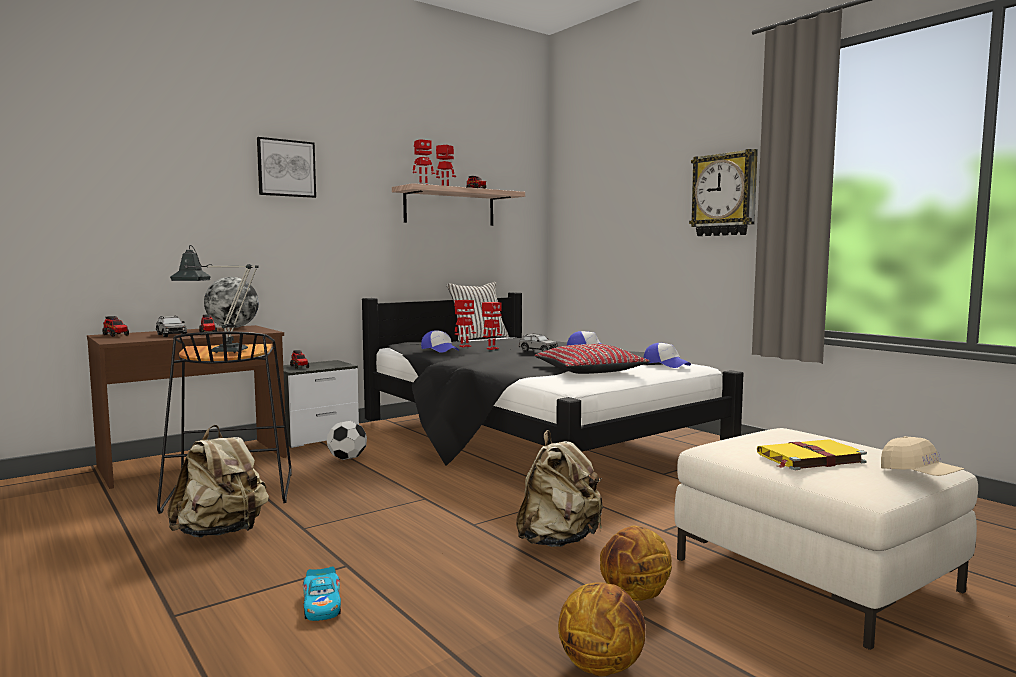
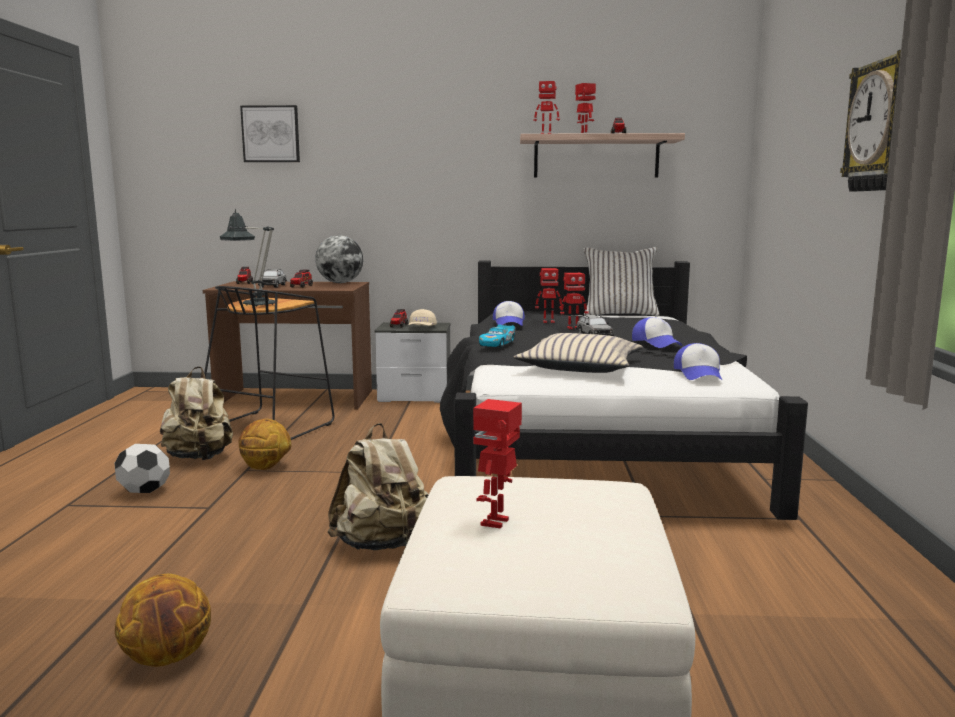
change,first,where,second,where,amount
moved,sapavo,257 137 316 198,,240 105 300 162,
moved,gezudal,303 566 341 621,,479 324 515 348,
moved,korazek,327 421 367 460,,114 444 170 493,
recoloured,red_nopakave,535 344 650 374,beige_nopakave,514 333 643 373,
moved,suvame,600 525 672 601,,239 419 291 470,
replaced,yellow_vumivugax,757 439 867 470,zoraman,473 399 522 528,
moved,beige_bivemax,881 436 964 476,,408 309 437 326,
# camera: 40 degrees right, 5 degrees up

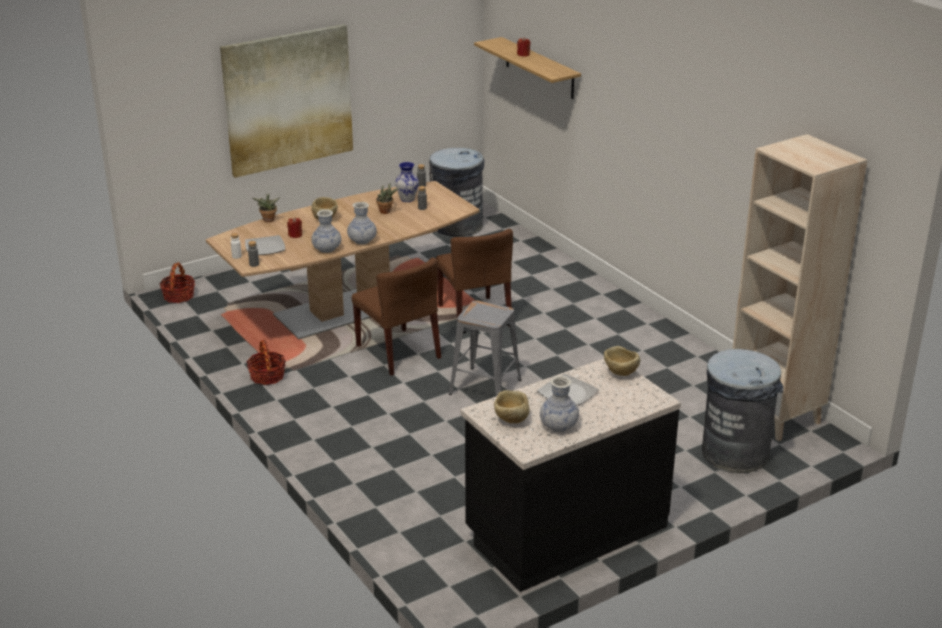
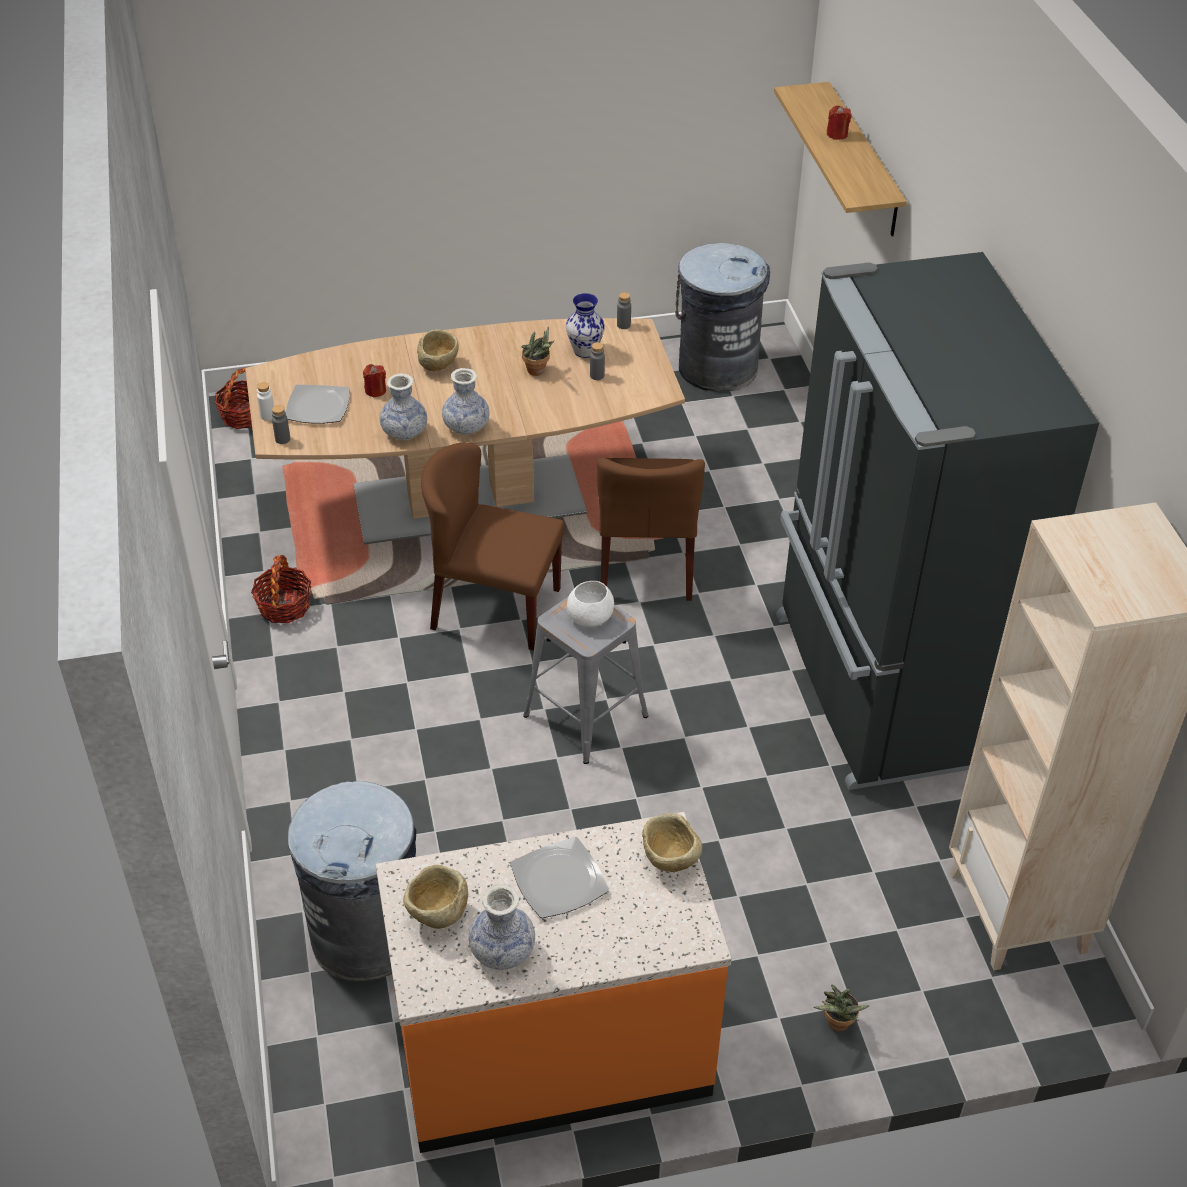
change,first,where,second,where,amount
removed,sapavo,220 24 353 178,,,
moved,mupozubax,253 193 280 223,,813 985 870 1032,
turned,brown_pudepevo,352 257 441 376,,421 443 564 650,120 degrees clockwise
recoloured,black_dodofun,461 358 681 592,orange_dodofun,376 812 732 1153,
moved,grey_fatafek,702 349 783 473,,288 781 417 982,
added,,,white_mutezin,567 581 614 627,
added,,,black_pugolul,776 252 1099 790,
# camera: 20 degrees right, 15 degrees up

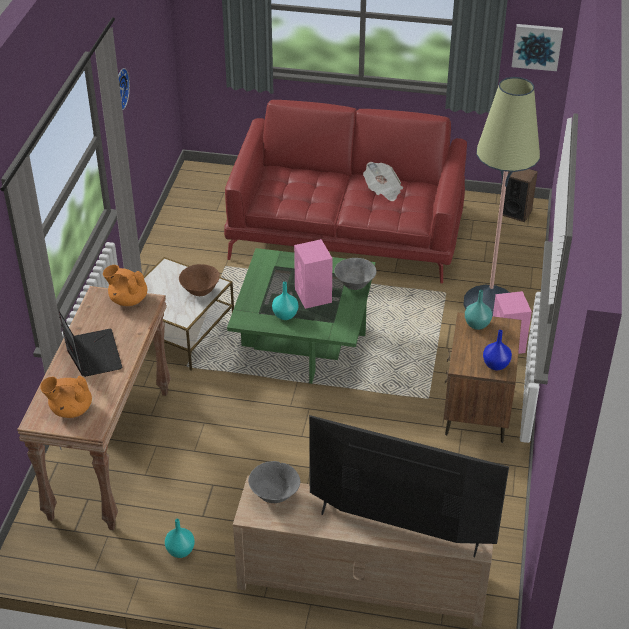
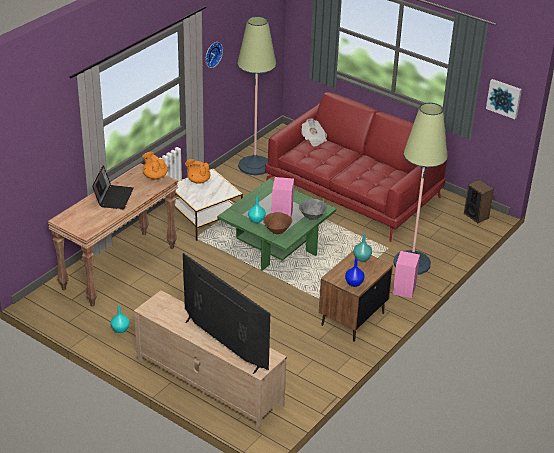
change,first,where,second,where,amount
moved,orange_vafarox,40 376 92 418,,185 159 210 184,
moved,brown_mutezin,179 264 220 296,,263 212 292 234,
removed,grey_mutezin,248 461 300 503,,,
moved,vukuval,363 162 403 201,,301 119 327 147,
added,,,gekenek,237 16 276 175,
# camera: 25 degrees right, 5 degrees down

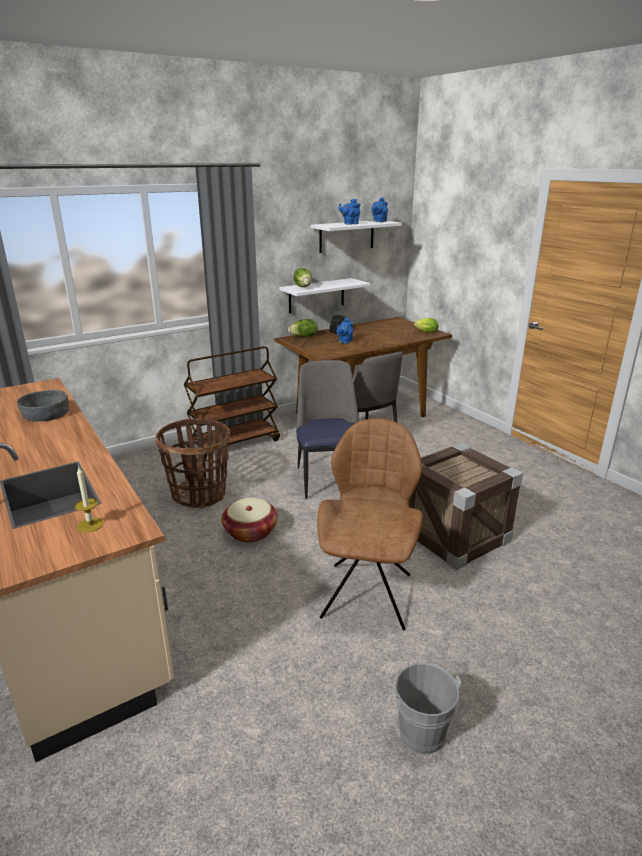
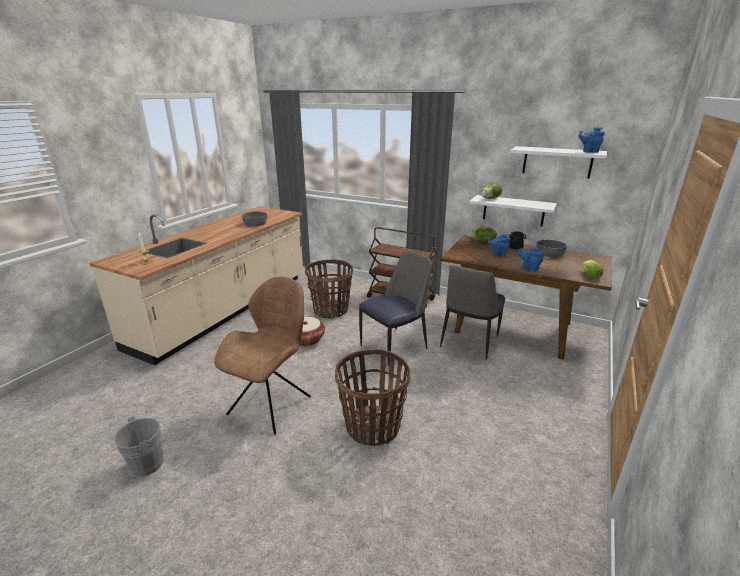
change,first,where,second,where,amount
turned,brown_pudepevo,317 418 423 630,,214 277 311 434,45 degrees counterclockwise
moved,blue_vafarox,339 199 360 225,,517 247 543 271,
replaced,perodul,409 442 523 570,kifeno,335 349 411 446,
added,,,grey_mutezin,536 240 567 257,
# camera: 60 degrees right, 0 degrees up

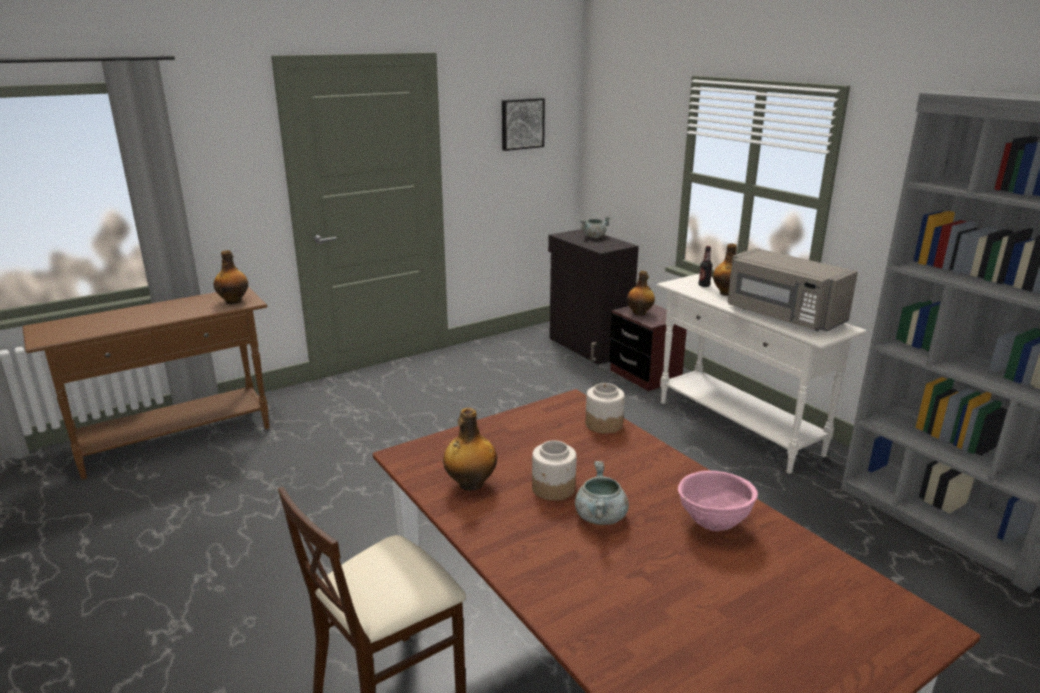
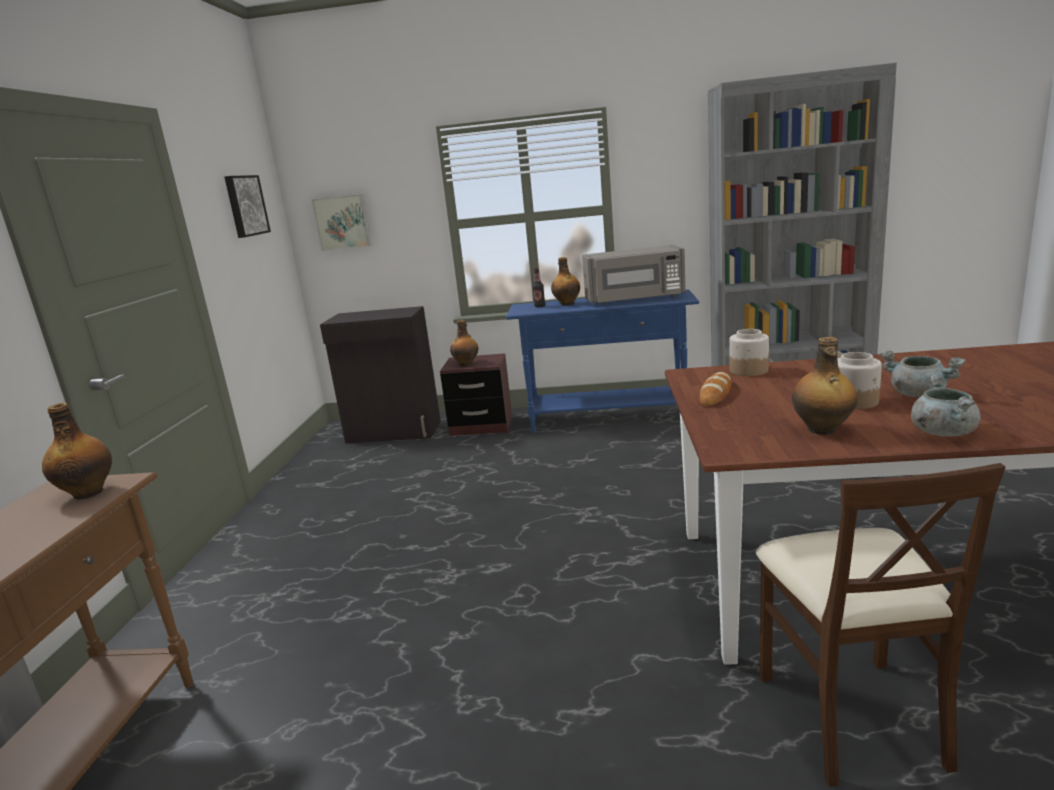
change,first,where,second,where,amount
moved,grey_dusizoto,580 216 611 238,,911 375 981 436,
recoloured,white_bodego,657 273 867 474,blue_bodego,506 290 699 433,
removed,pink_mutezin,678 471 758 531,,,
added,,,sapavo,311 194 372 251,
added,,,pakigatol,700 372 731 406,
# camera: 50 degrees left, 5 degrees down

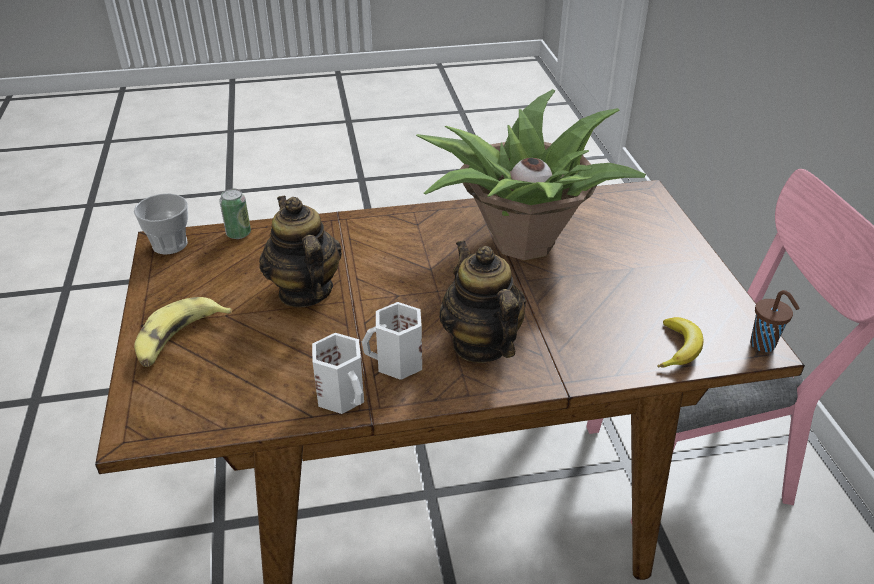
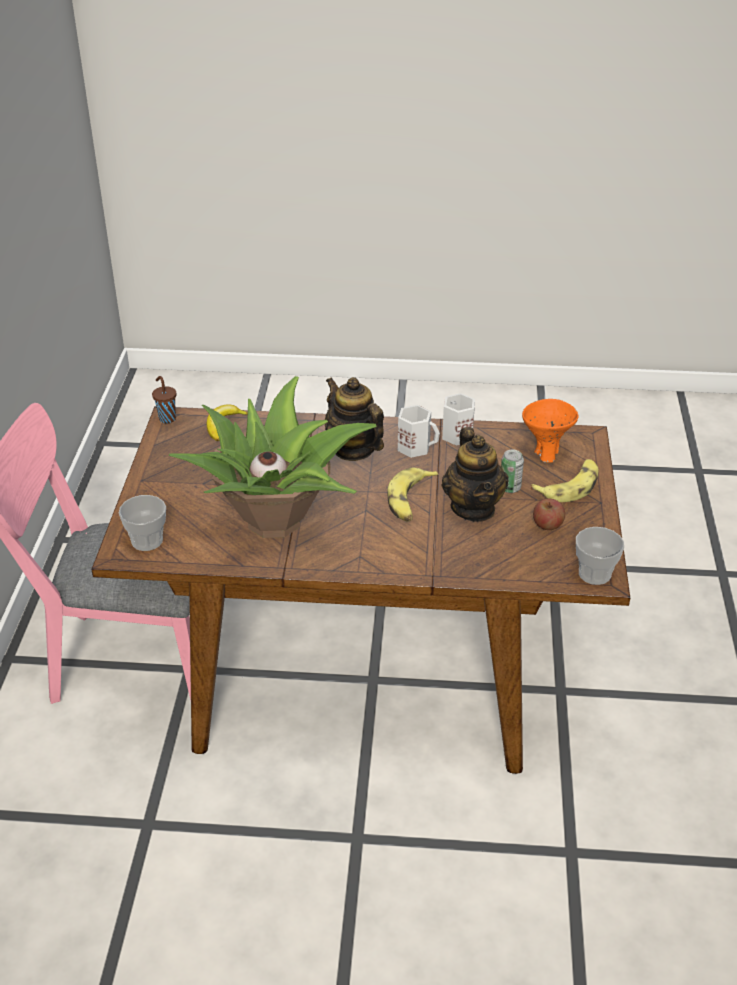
change,first,where,second,where,amount
moved,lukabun,220 189 251 239,,501 449 524 493,
turned,vafarox,439 240 526 363,,325 377 384 461,150 degrees clockwise
added,,,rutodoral,119 495 166 551,
added,,,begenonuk,387 468 439 521,
added,,,orange_mutezin,522 399 578 463,
added,,,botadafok,533 499 565 530,
# camera: 165 degrees left, 0 degrees up

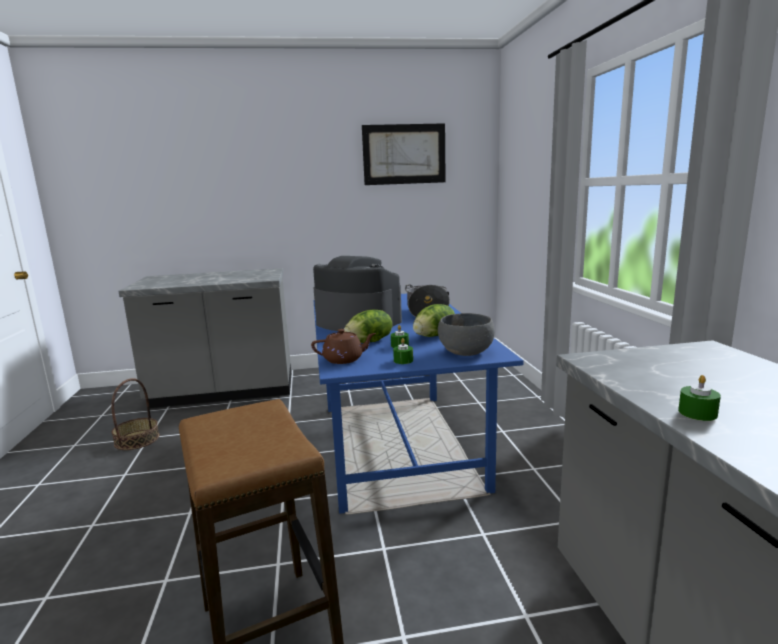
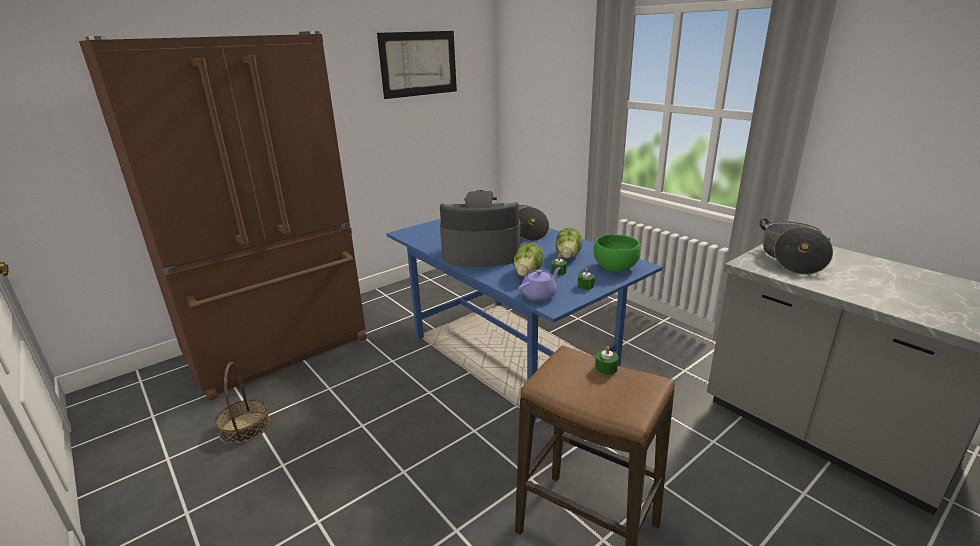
change,first,where,second,where,amount
replaced,grey_dodofun,118 268 291 408,brown_pugolul,79 31 367 401,
recoloured,brown_vafarox,311 329 376 364,purple_vafarox,518 267 561 301,
recoloured,grey_mutezin,438 313 495 356,green_mutezin,593 235 641 272,
moved,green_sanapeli,678 375 721 421,,595 346 619 375,
added,,,dusizoto,760 218 833 275,
# camera: 30 degrees left, 10 degrees up

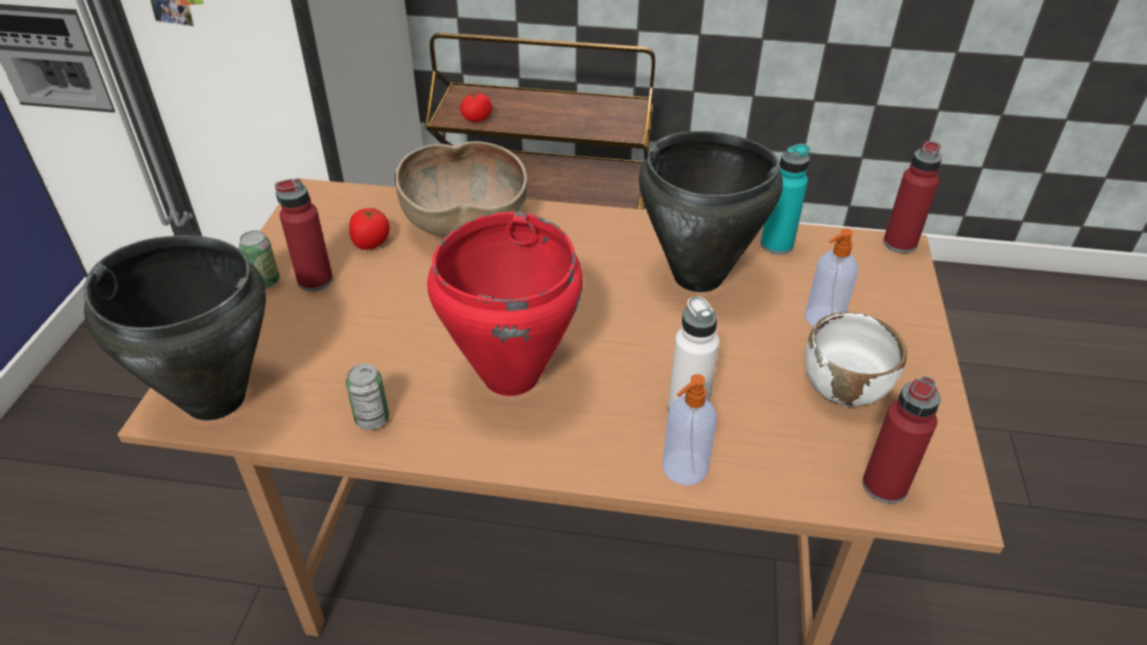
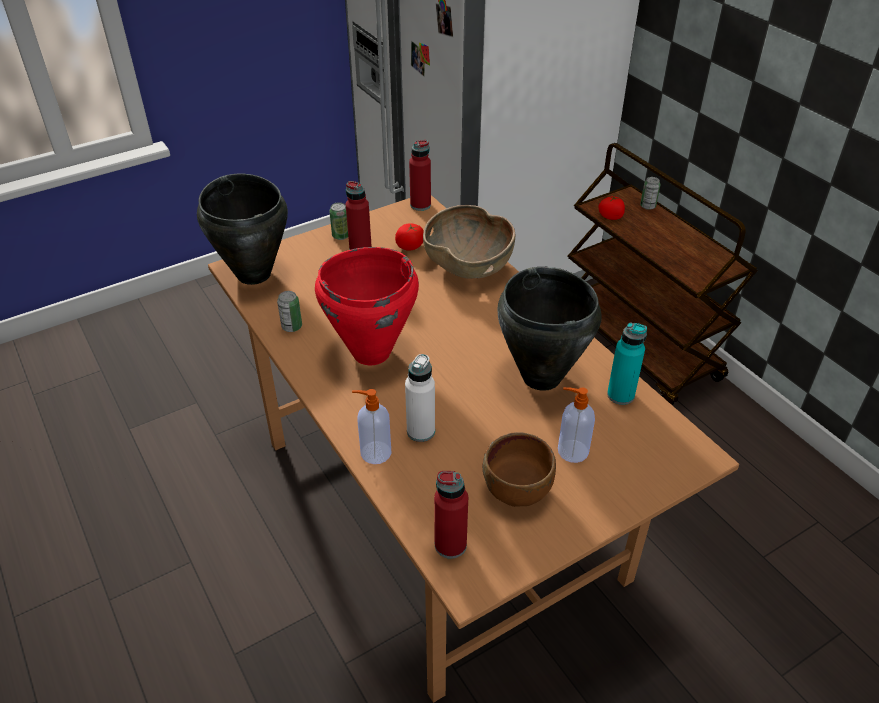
change,first,where,second,where,amount
recoloured,white_mutezin,805 312 907 407,brown_mutezin,483 432 556 507,
moved,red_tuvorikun,883 141 942 253,,409 140 431 211,
added,,,lukabun,640 177 661 210,
# camera: 50 degrees right, 0 degrees up

